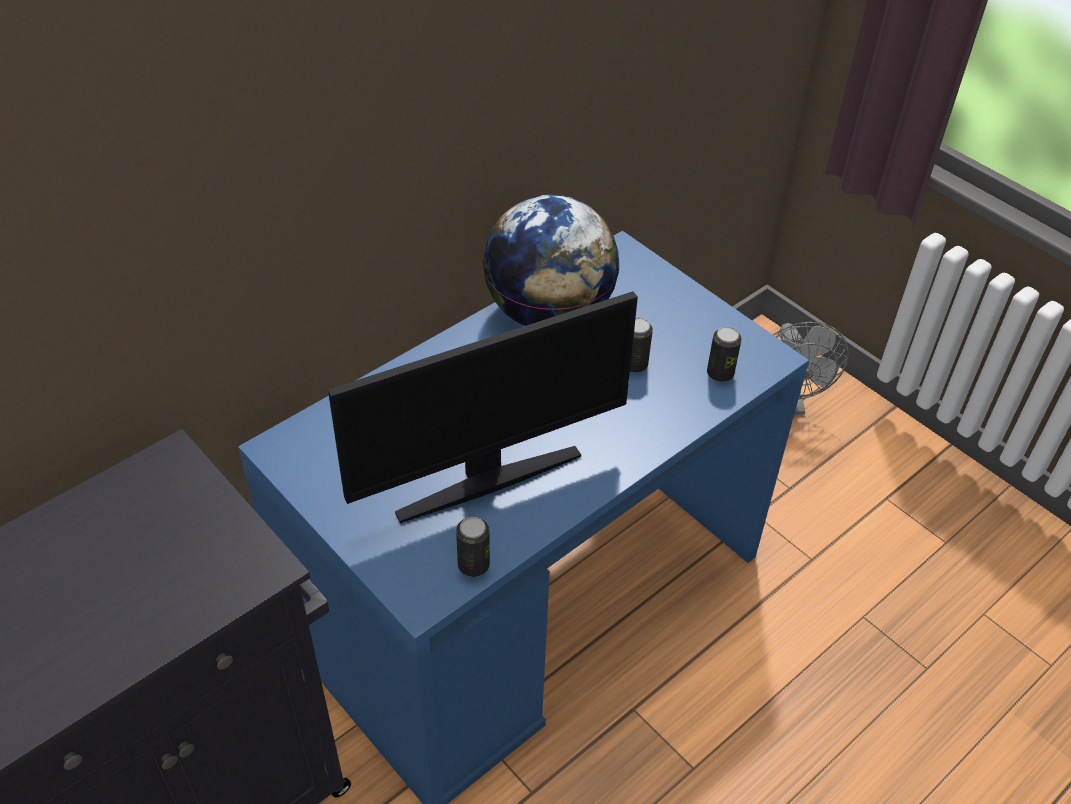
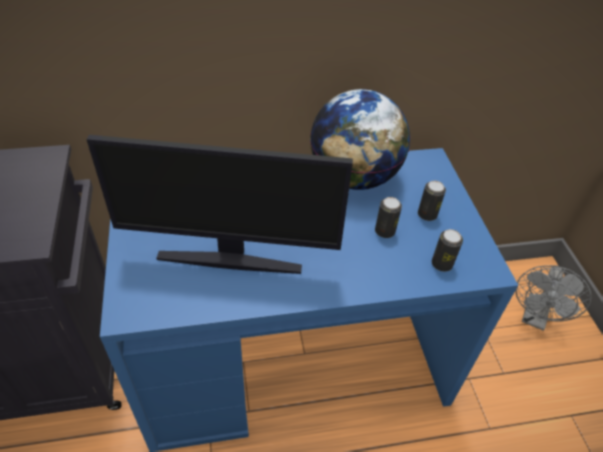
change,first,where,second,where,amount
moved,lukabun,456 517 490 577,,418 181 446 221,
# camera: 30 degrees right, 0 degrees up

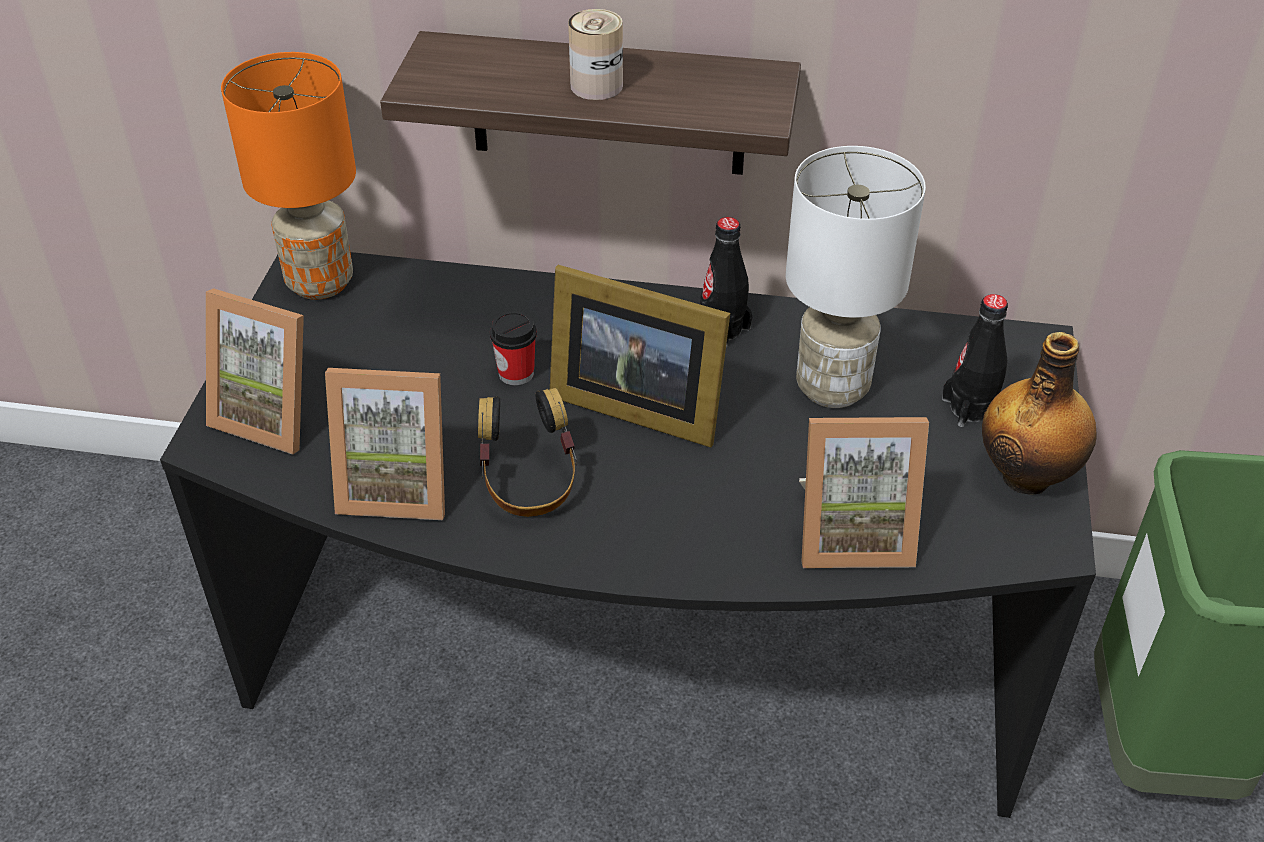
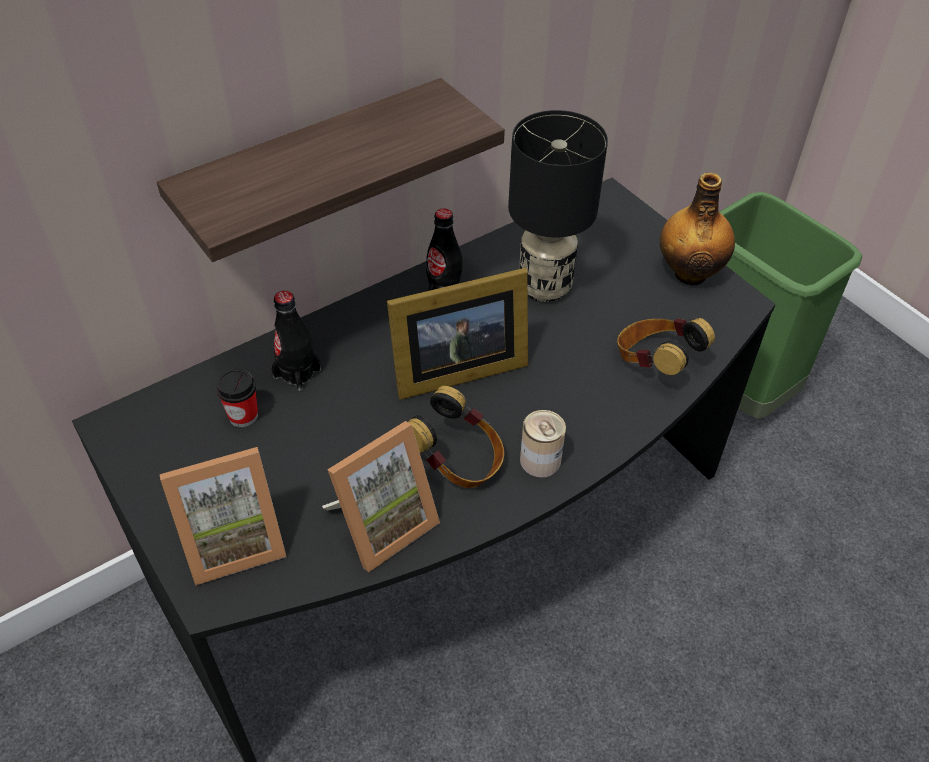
change,first,where,second,where,amount
removed,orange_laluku,221 52 356 300,,,
moved,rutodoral,490 311 537 386,,216 368 258 427,
moved,lukabun,568 9 623 100,,520 410 566 477,
recoloured,white_laluku,786 146 926 408,black_laluku,508 110 608 302,
replaced,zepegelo,799 417 929 568,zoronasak,617 317 715 375,
moved,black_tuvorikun,942 294 1008 427,,272 291 321 391,
# camera: 45 degrees left, 5 degrees up

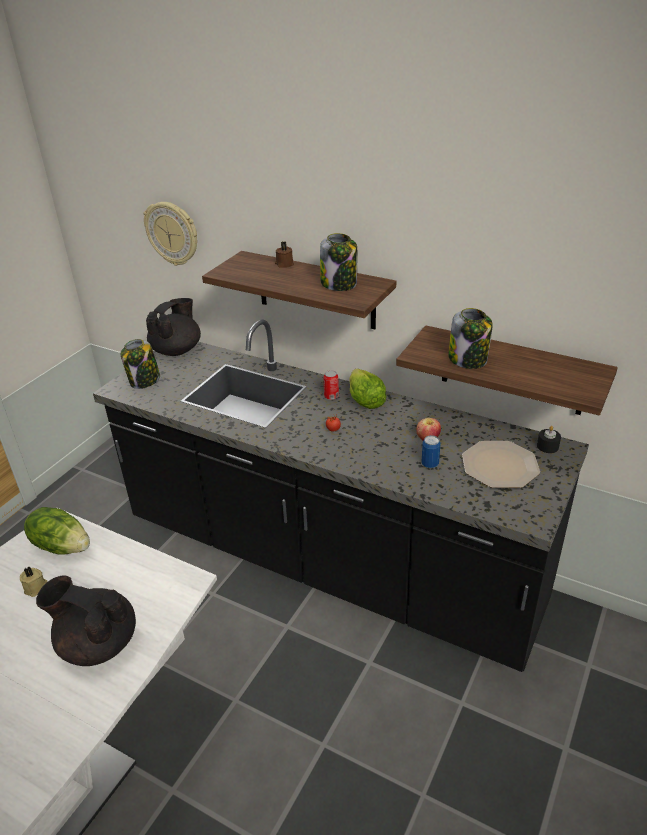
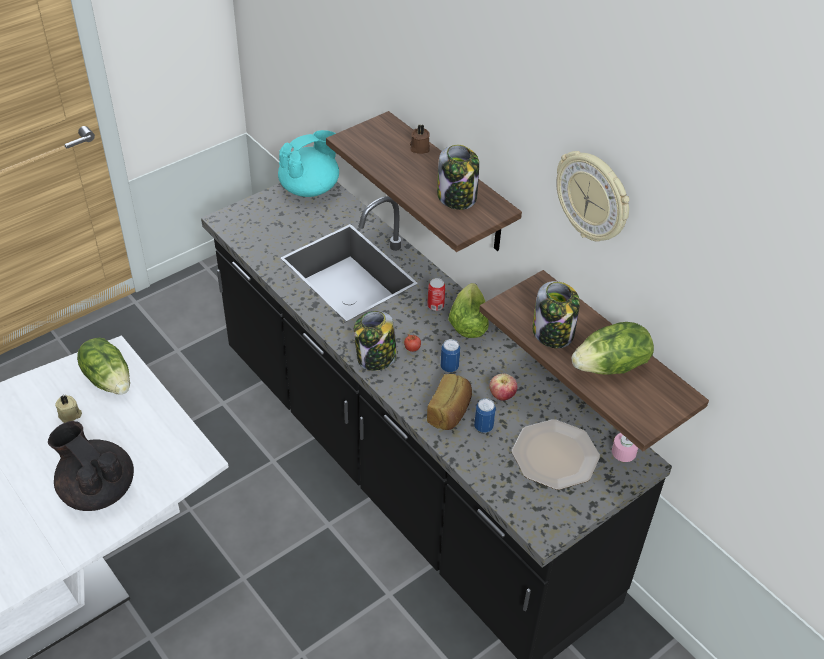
change,first,where,second,where,amount
moved,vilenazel,120 339 160 389,,354 311 397 371,
moved,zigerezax,143 202 197 266,,556 151 629 242,
recoloured,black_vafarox,146 298 201 356,turquoise_vafarox,278 130 339 197,
recoloured,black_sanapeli,537 426 561 453,pink_sanapeli,612 433 638 462,
added,,,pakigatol,427 374 472 430,
added,,,lukabun,440 339 460 372,
added,,,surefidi,572 322 654 375,
# camera: 20 degrees right, 10 degrees up

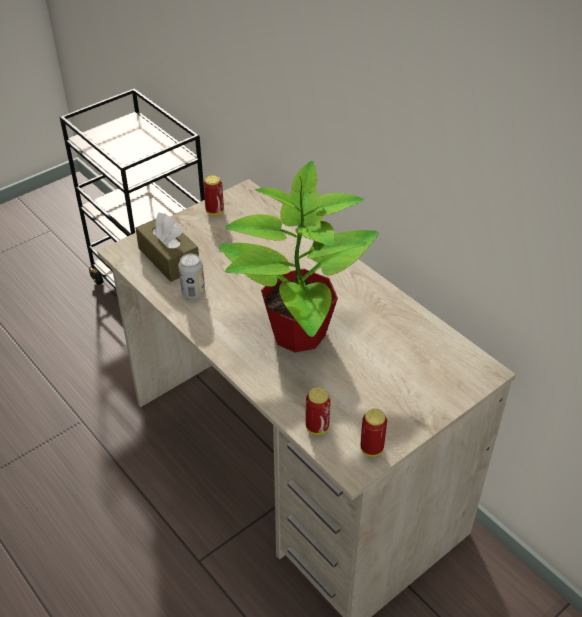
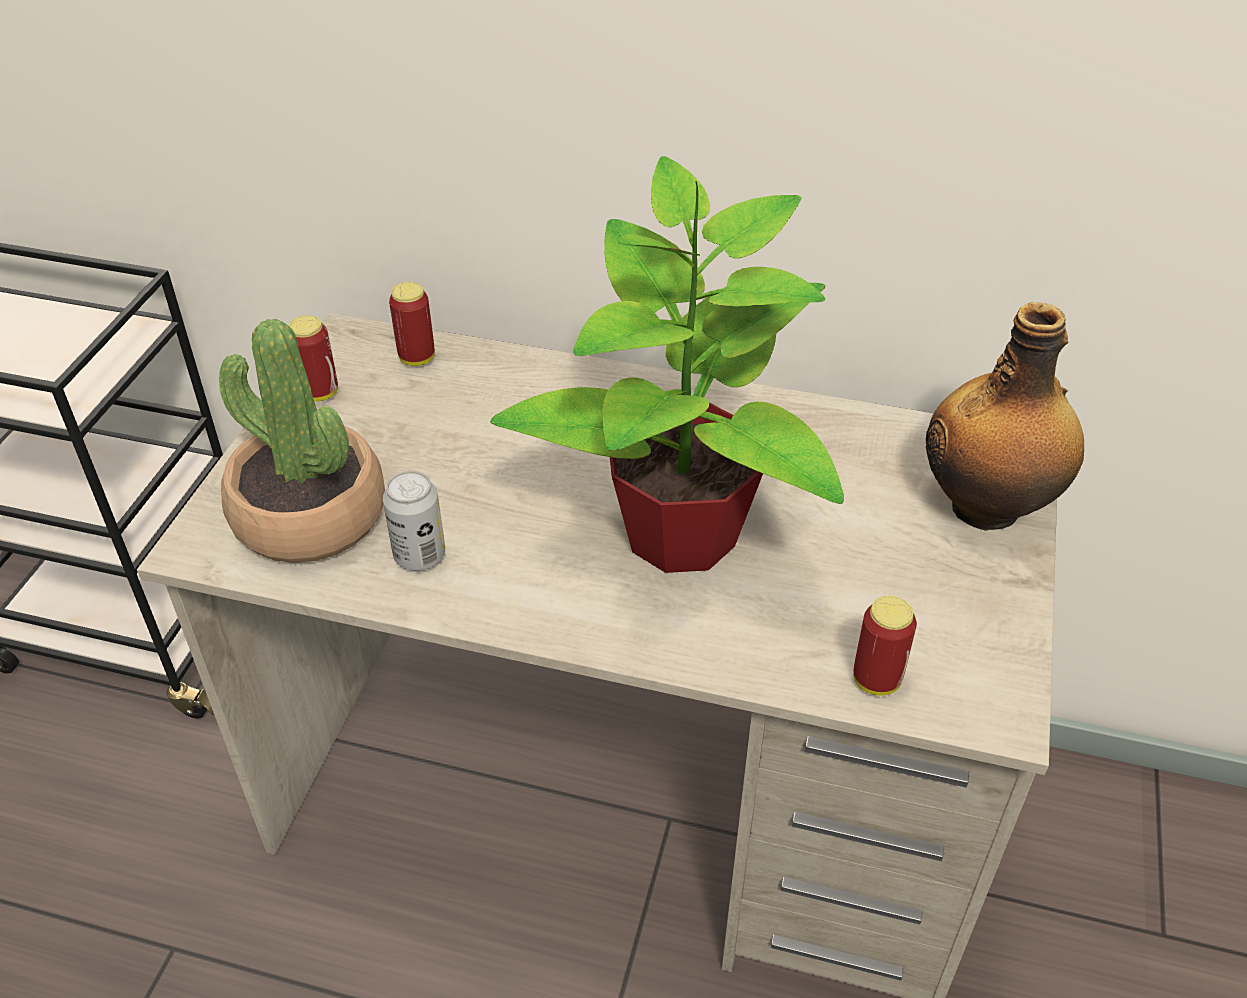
change,first,where,second,where,amount
replaced,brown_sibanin,135 212 199 282,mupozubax,219 319 385 563,
moved,lukabun,361 408 387 457,,389 282 435 366,
added,,,tuvorikun,926 302 1084 531,
# camera: 35 degrees left, 0 degrees up

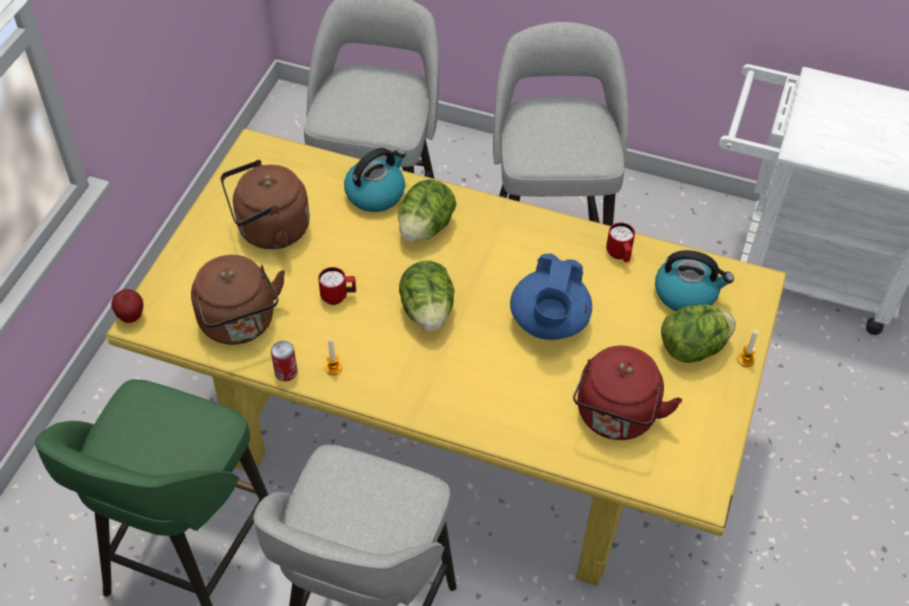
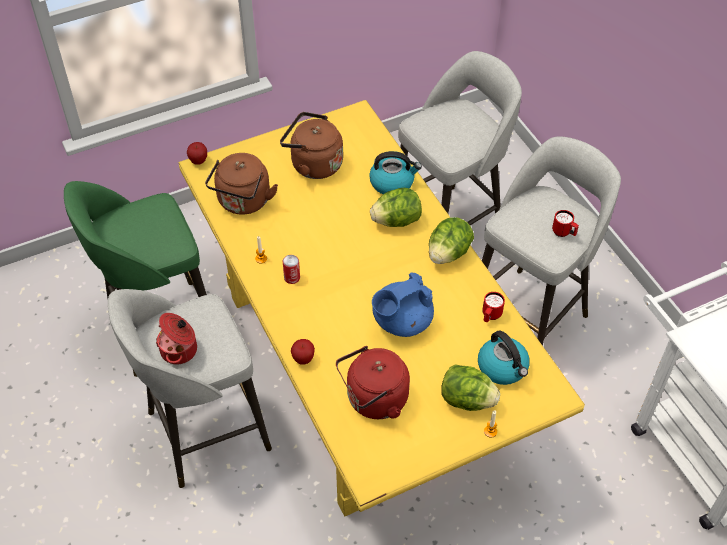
change,first,where,second,where,amount
moved,lukabun,271 341 298 381,,283 255 300 284,
moved,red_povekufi,318 267 356 305,,552 210 579 237,
moved,surefidi,399 261 455 331,,429 217 474 264,
added,,,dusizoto,156 313 197 364,
added,,,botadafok,291 339 315 365,
# camera: 45 degrees right, 0 degrees up

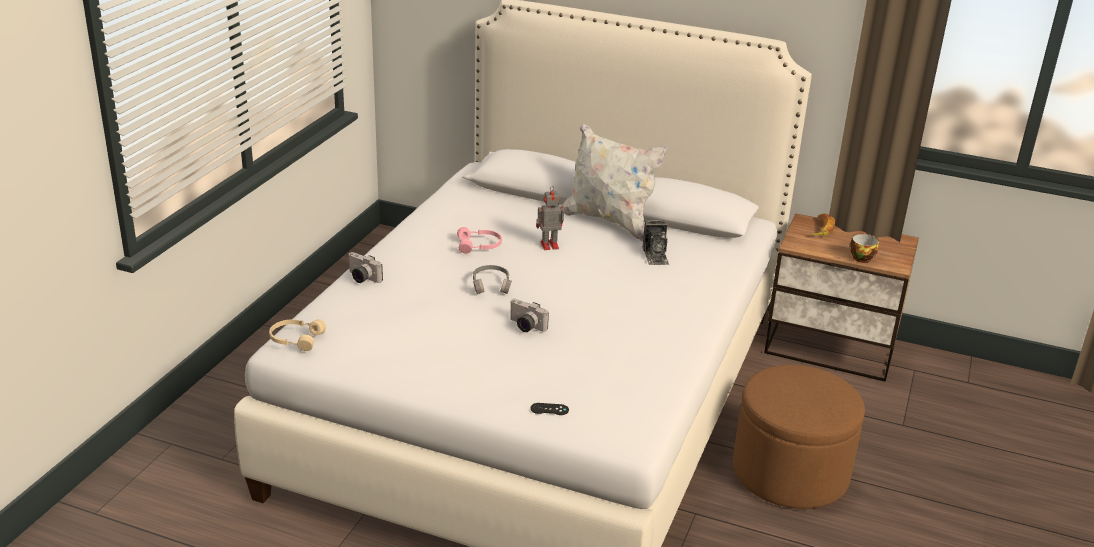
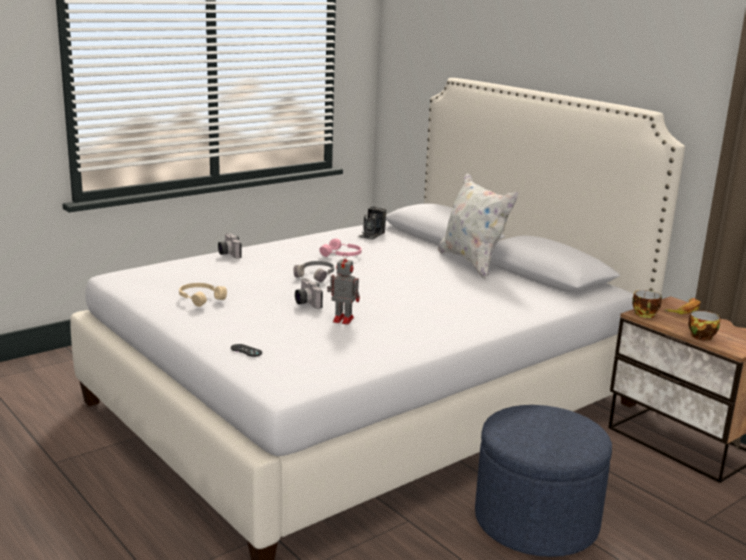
change,first,where,second,where,amount
moved,beige_zoronasak,269 319 326 351,,179 283 227 307,
moved,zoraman,536 186 564 250,,327 253 360 325,
moved,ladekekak,642 220 669 265,,358 206 386 240,
recoloured,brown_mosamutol,733 365 865 509,blue_mosamutol,475 405 612 557,
added,,,rutodoral,632 290 662 318,
# camera: 30 degrees right, 10 degrees down

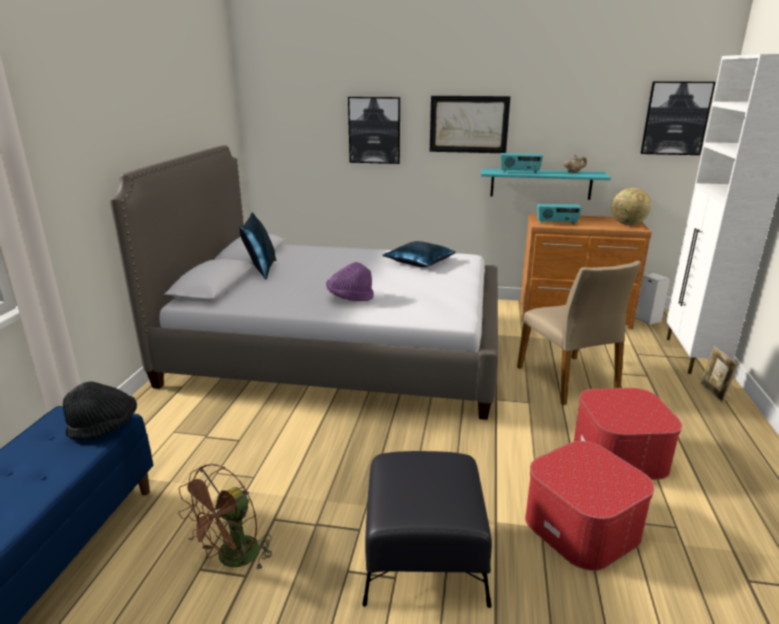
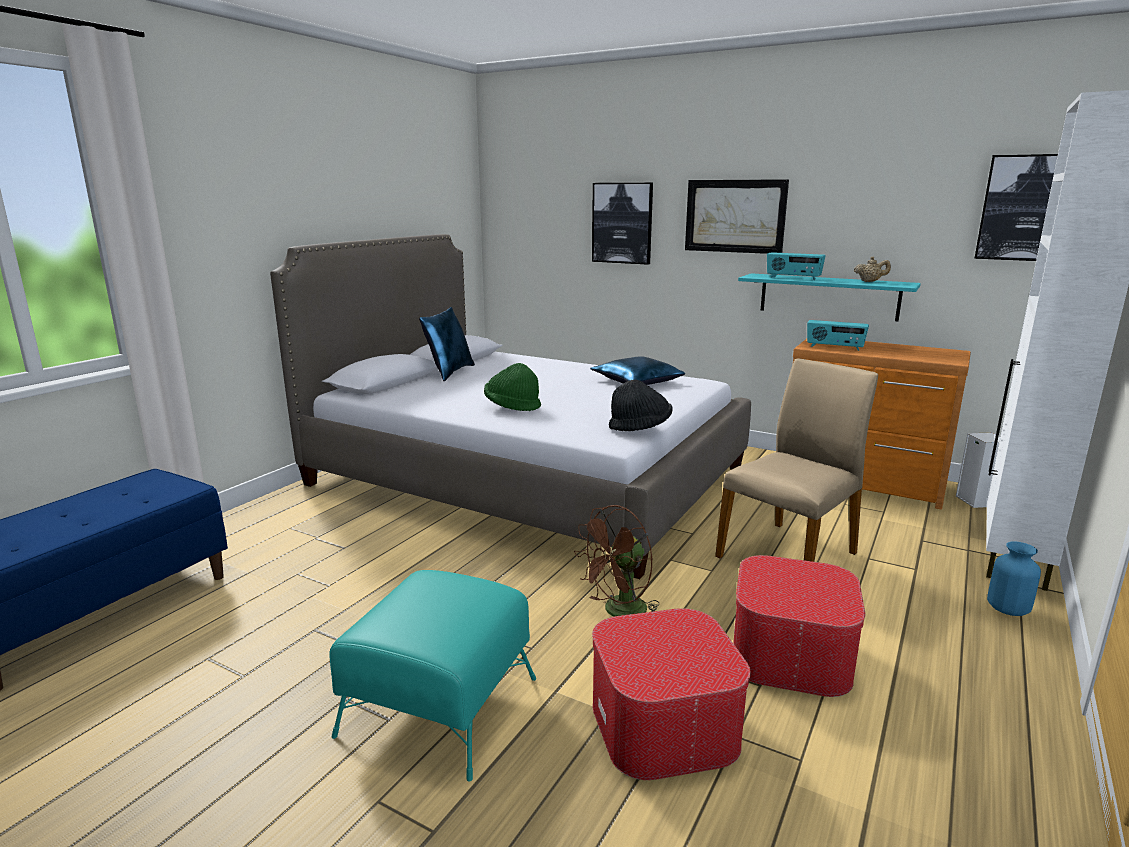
change,first,where,second,where,amount
moved,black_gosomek,63 382 137 440,,609 379 672 431,
moved,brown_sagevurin,178 464 272 569,,574 505 660 617,
recoloured,purple_gosomek,326 262 374 301,green_gosomek,484 363 541 411,
recoloured,black_mosamutol,362 451 492 608,turquoise_mosamutol,329 570 536 782,
turned,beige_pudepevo,517 261 641 405,,715 359 878 562,135 degrees counterclockwise
removed,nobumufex,611 188 652 225,,,
replaced,zepegelo,700 346 738 403,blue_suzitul,987 541 1041 616,
# camera: 20 degrees right, 5 degrees down

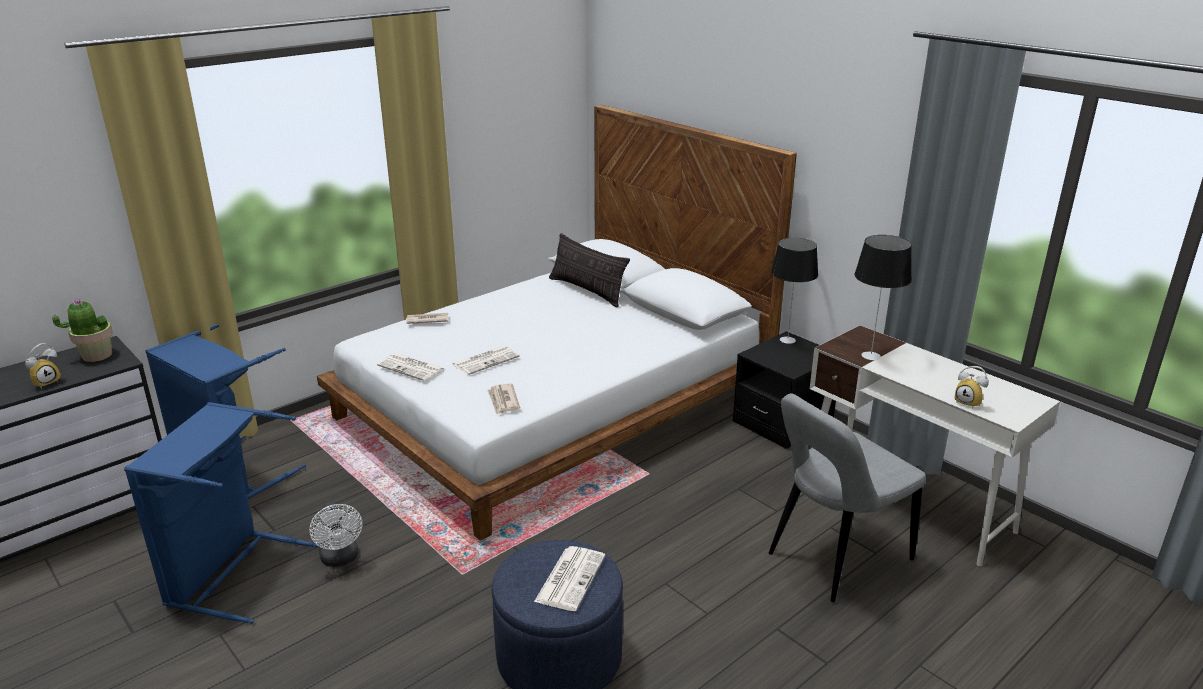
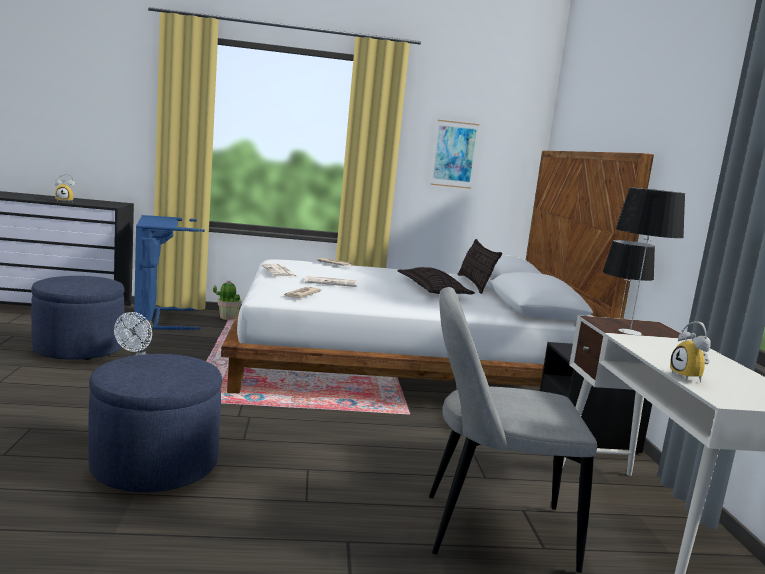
change,first,where,second,where,amount
moved,mupozubax,52 298 113 362,,213 280 241 320,
replaced,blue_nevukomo,124 402 318 624,blue_mosamutol,31 276 124 360,
removed,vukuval,534 546 605 611,,,
added,,,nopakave,398 267 475 295,
added,,,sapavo,430 120 479 189,
# camera: 35 degrees right, 15 degrees down

